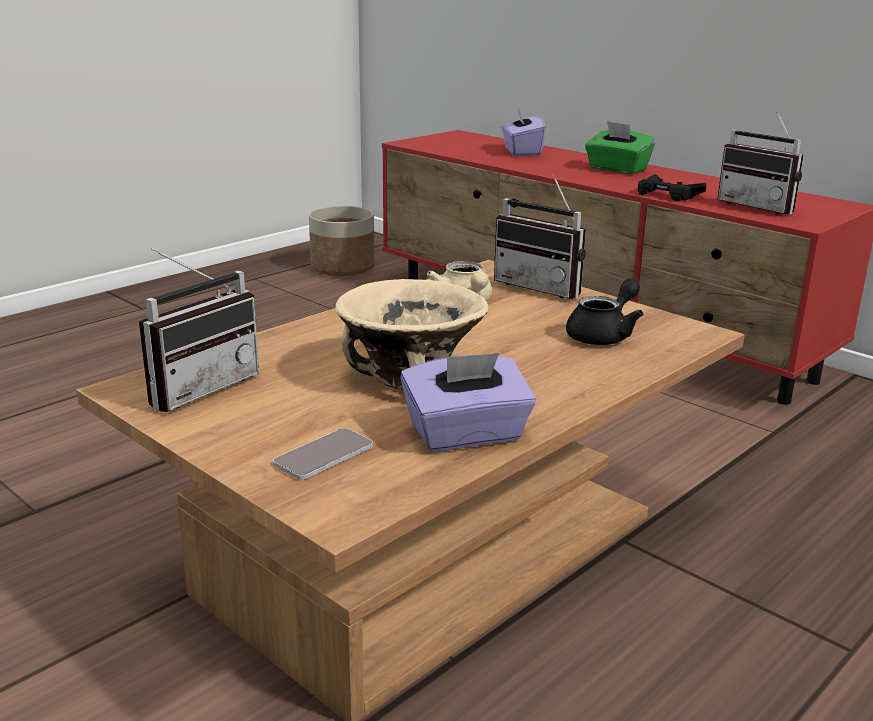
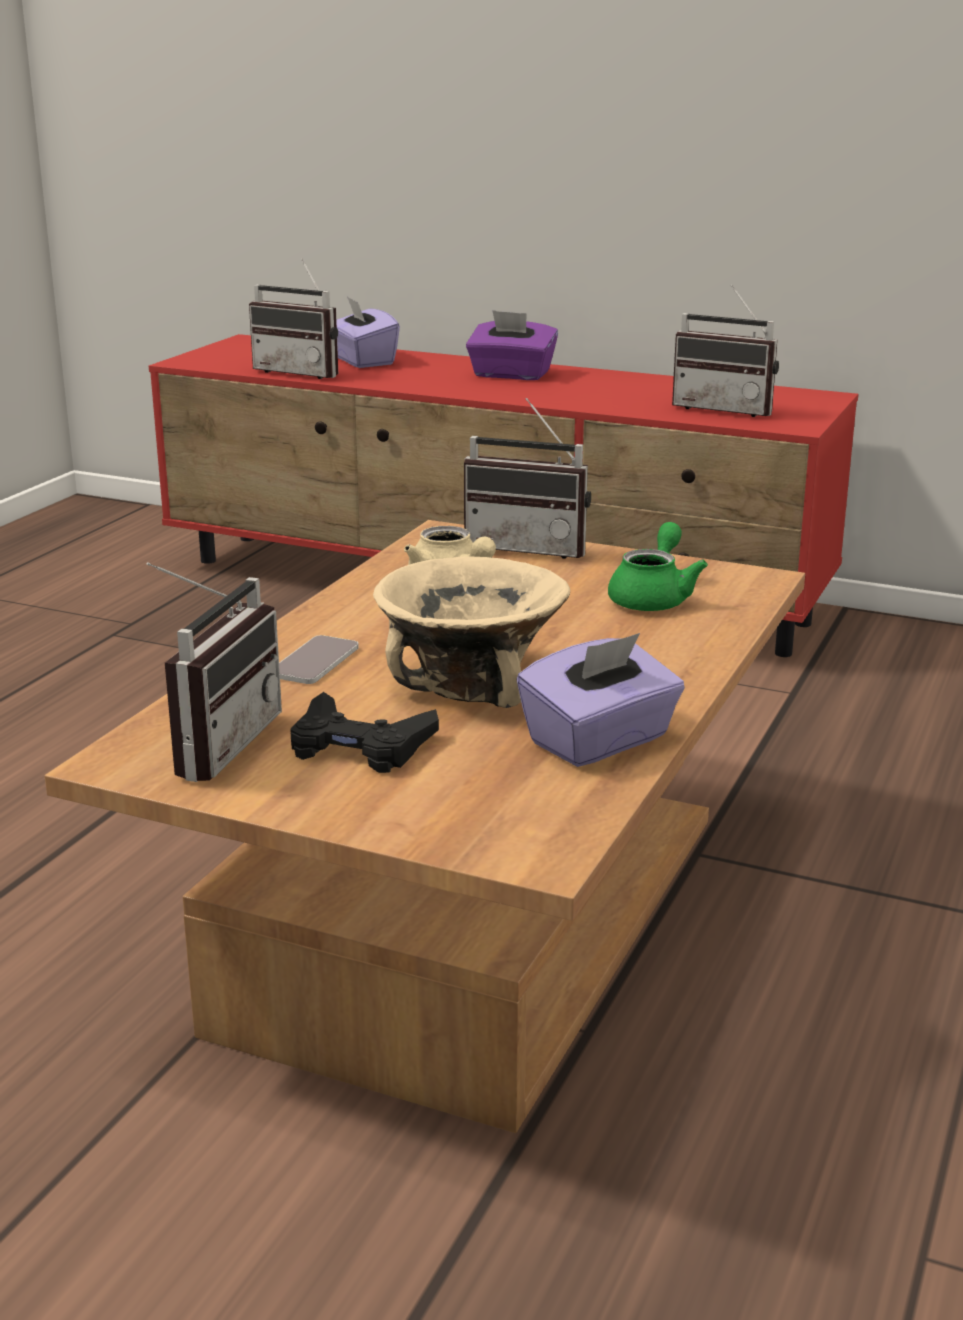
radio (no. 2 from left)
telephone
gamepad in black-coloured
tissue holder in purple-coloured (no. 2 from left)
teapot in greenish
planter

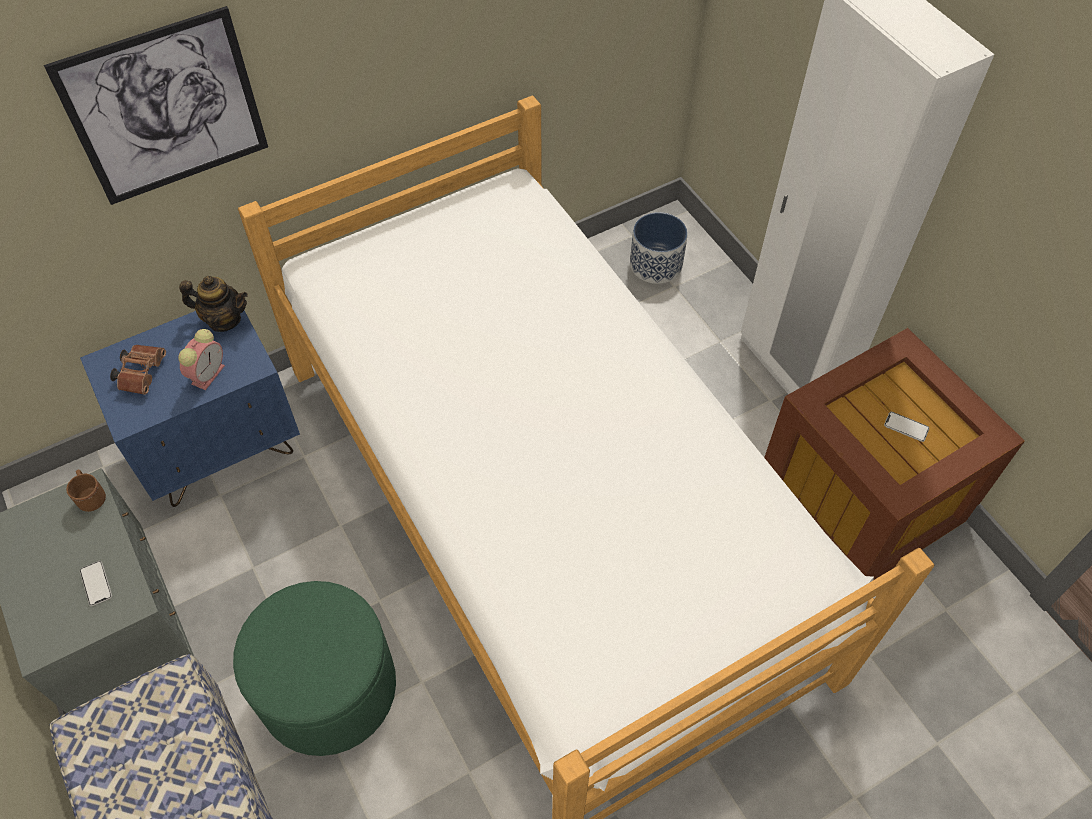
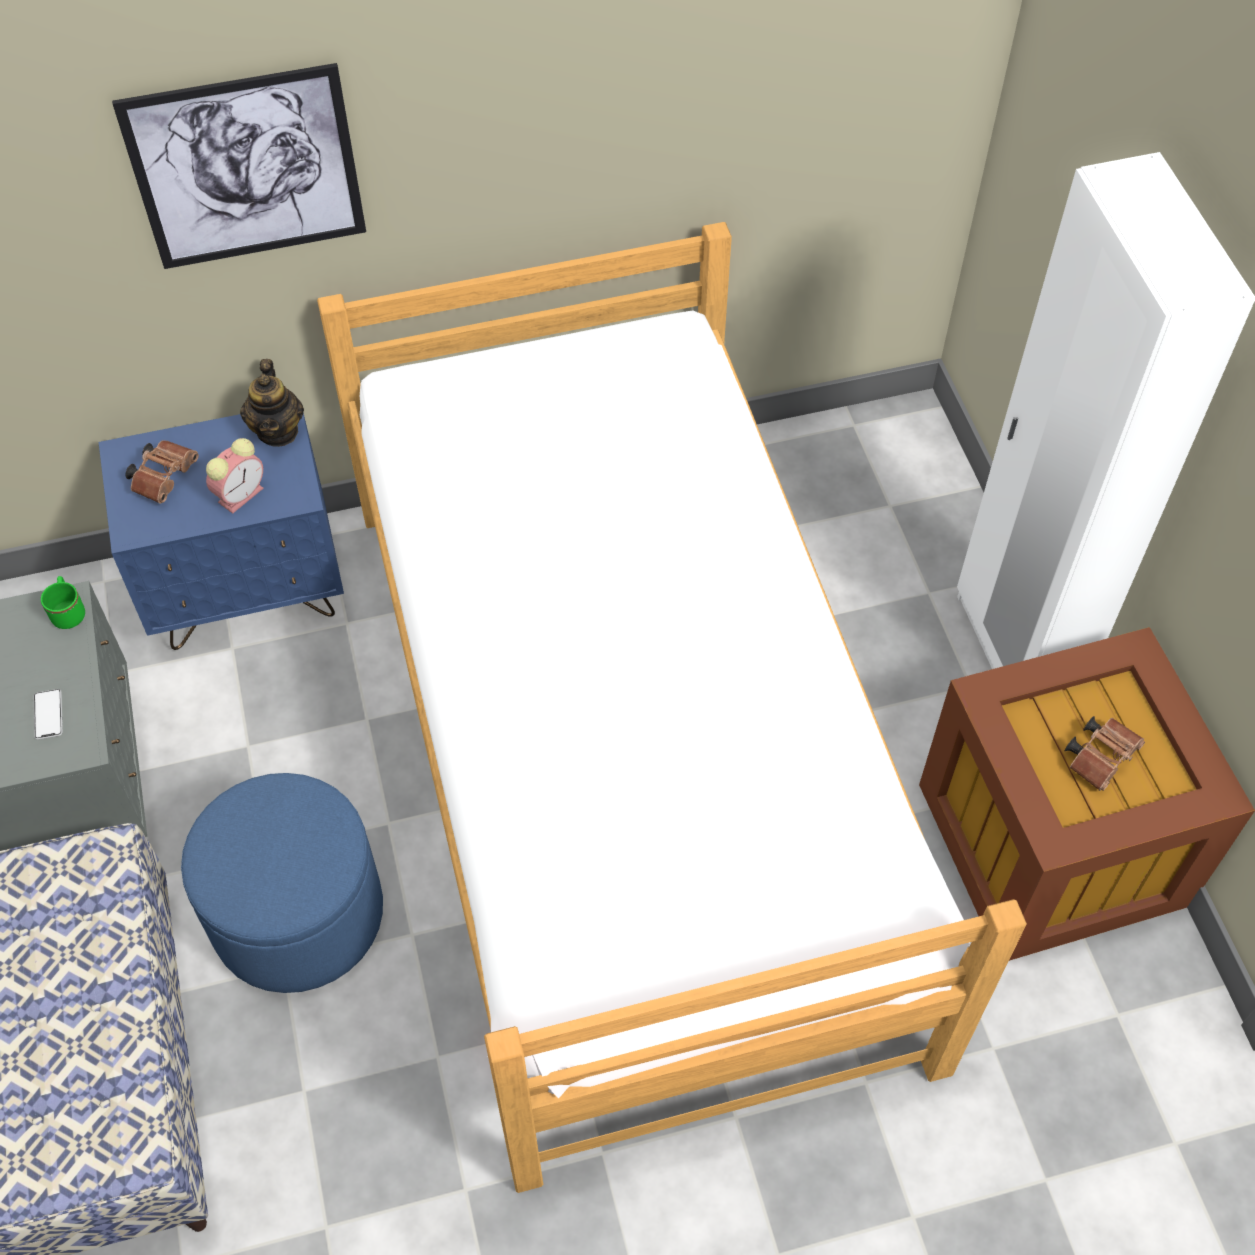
mug in greenish
footrest in bluish
teapot
binoculars in brown-coloured (no. 2 from left)
planter

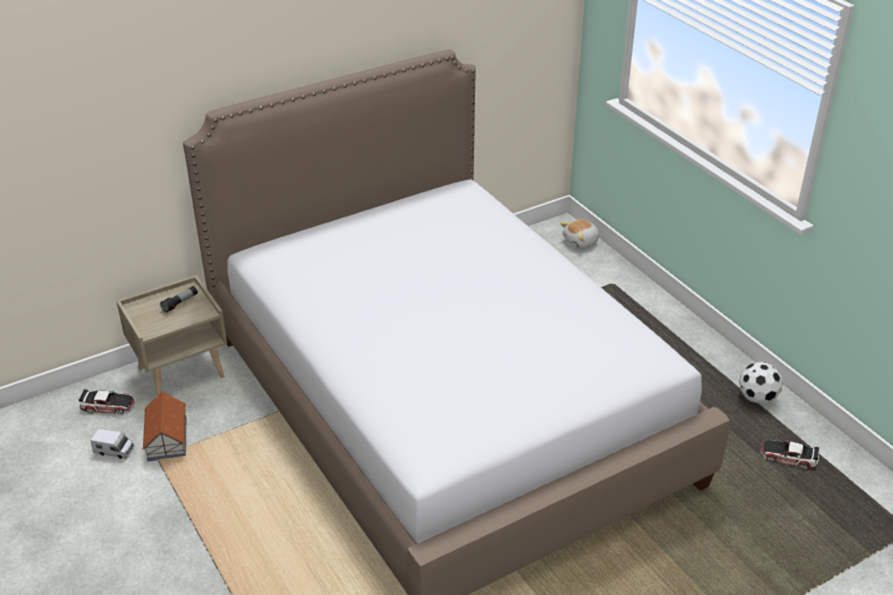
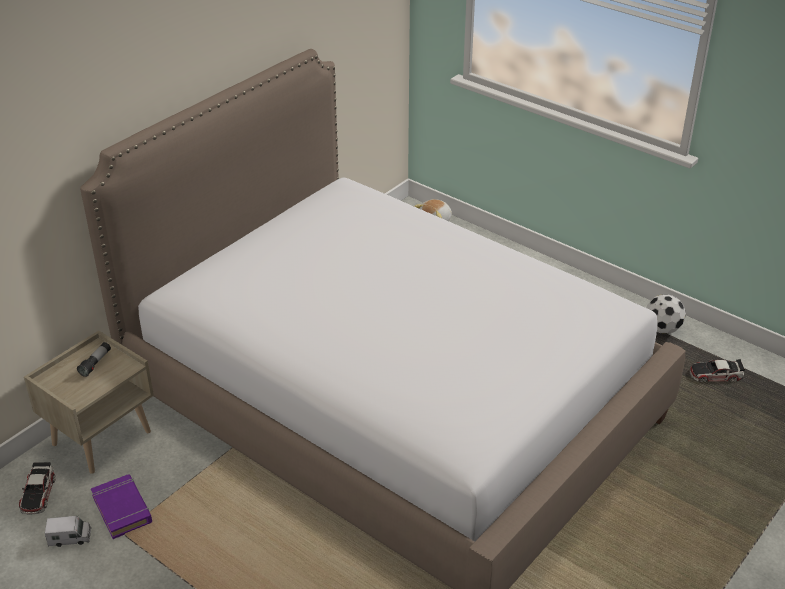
model car (no. 1 from left)
volume in purple-coloured

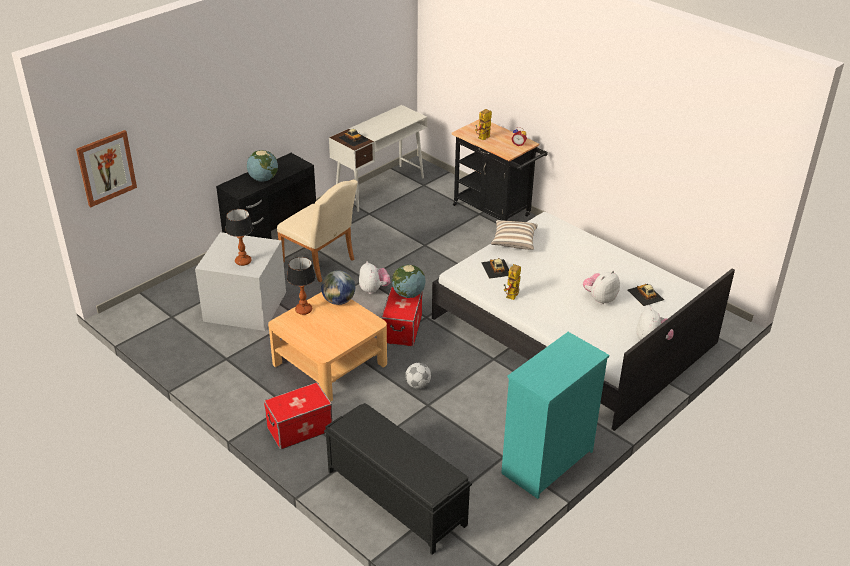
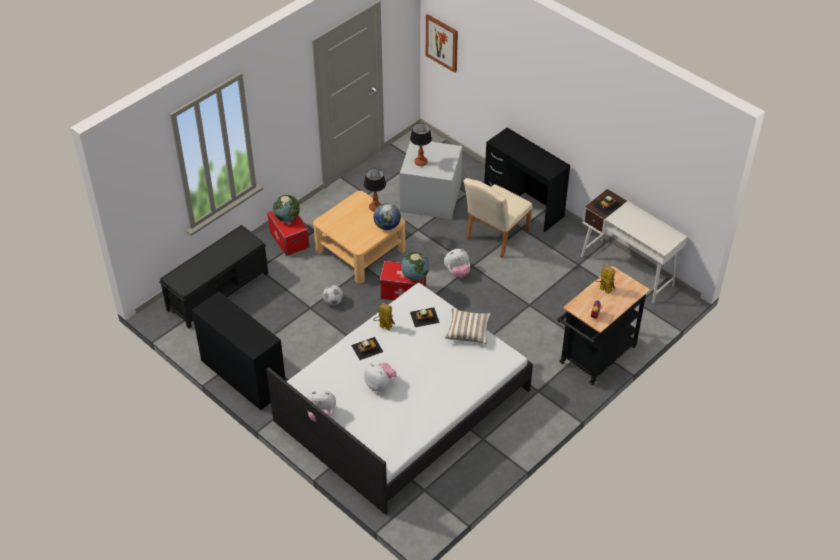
desk table in black-coloured (no. 1 from left)
world globe (no. 1 from left)
model car (no. 1 from left)

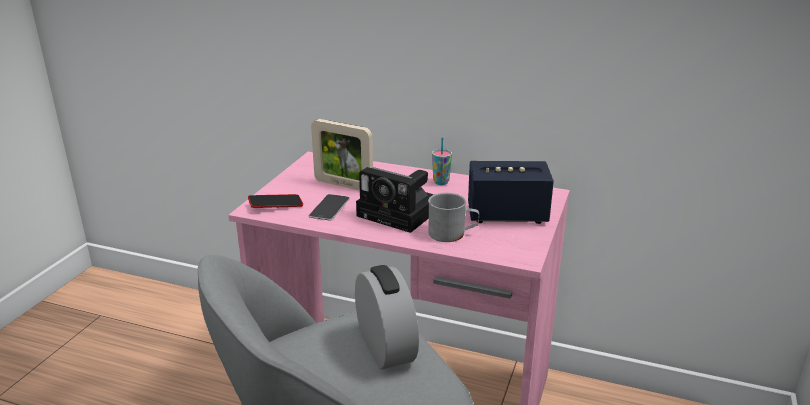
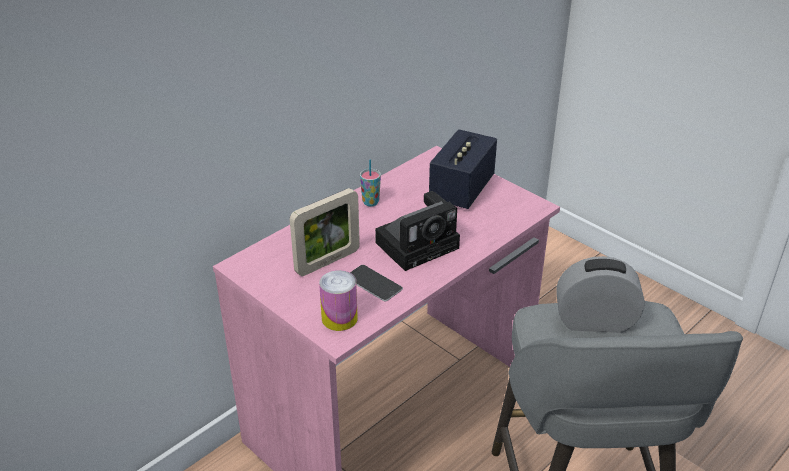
can
mug in greyish

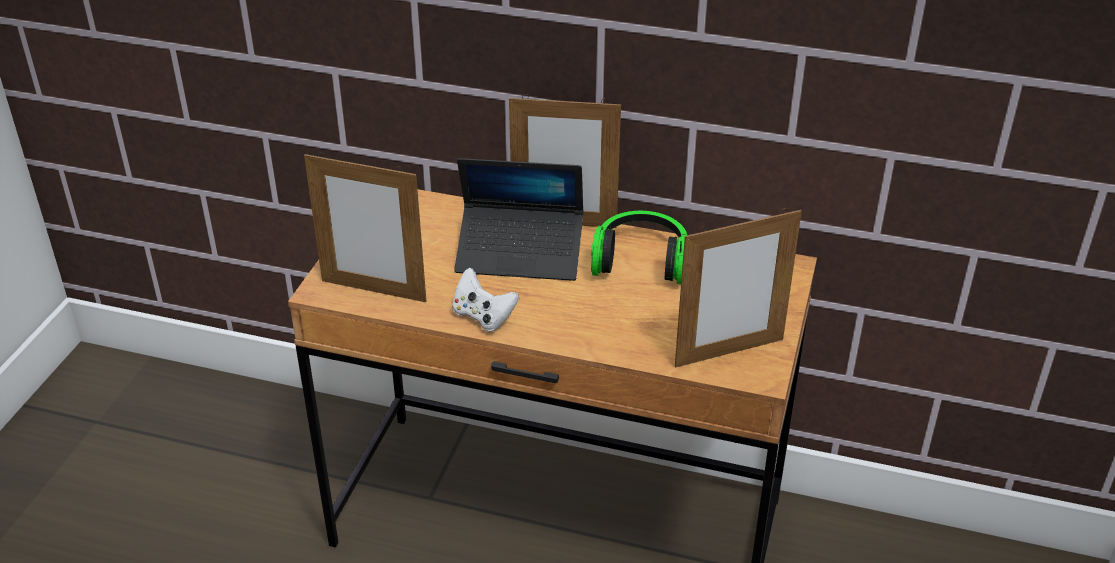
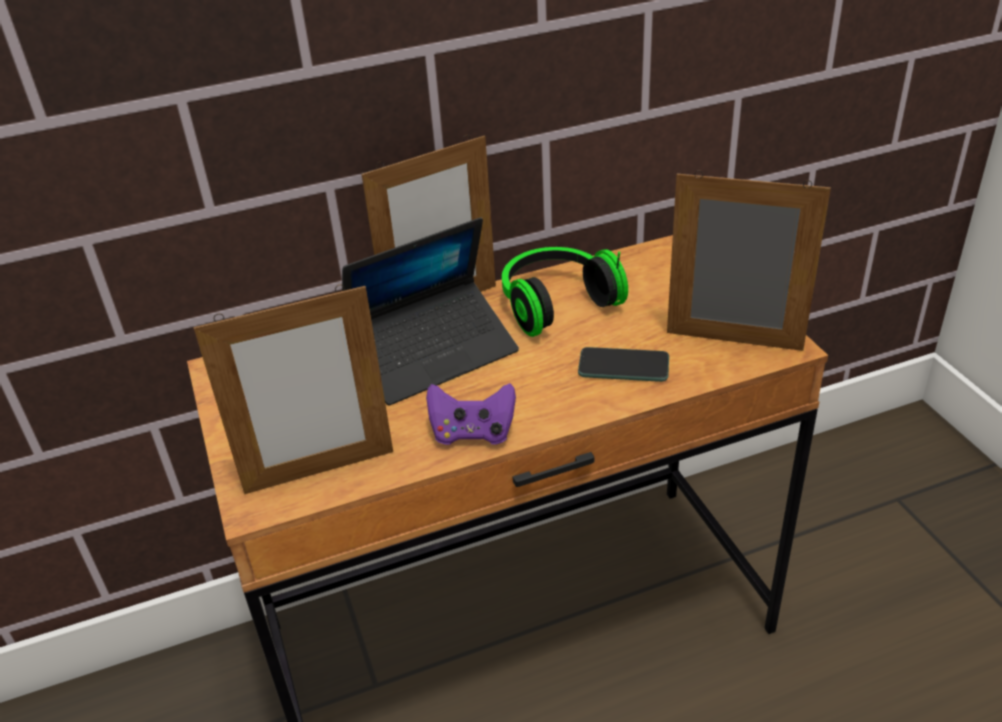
gamepad in purple-coloured
telephone
picture frame (no. 3 from left)

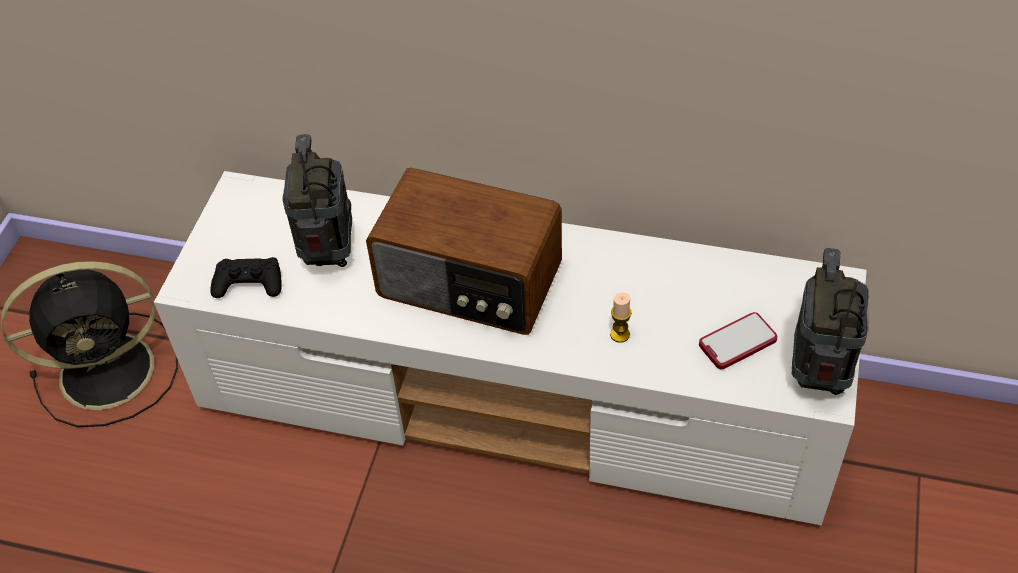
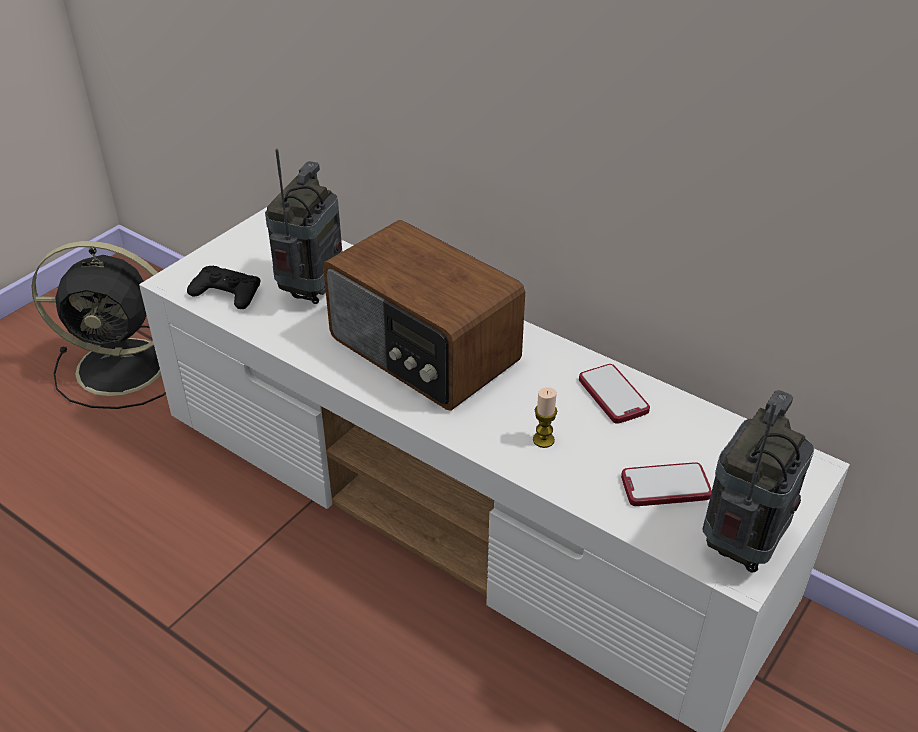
telephone (no. 1 from left)

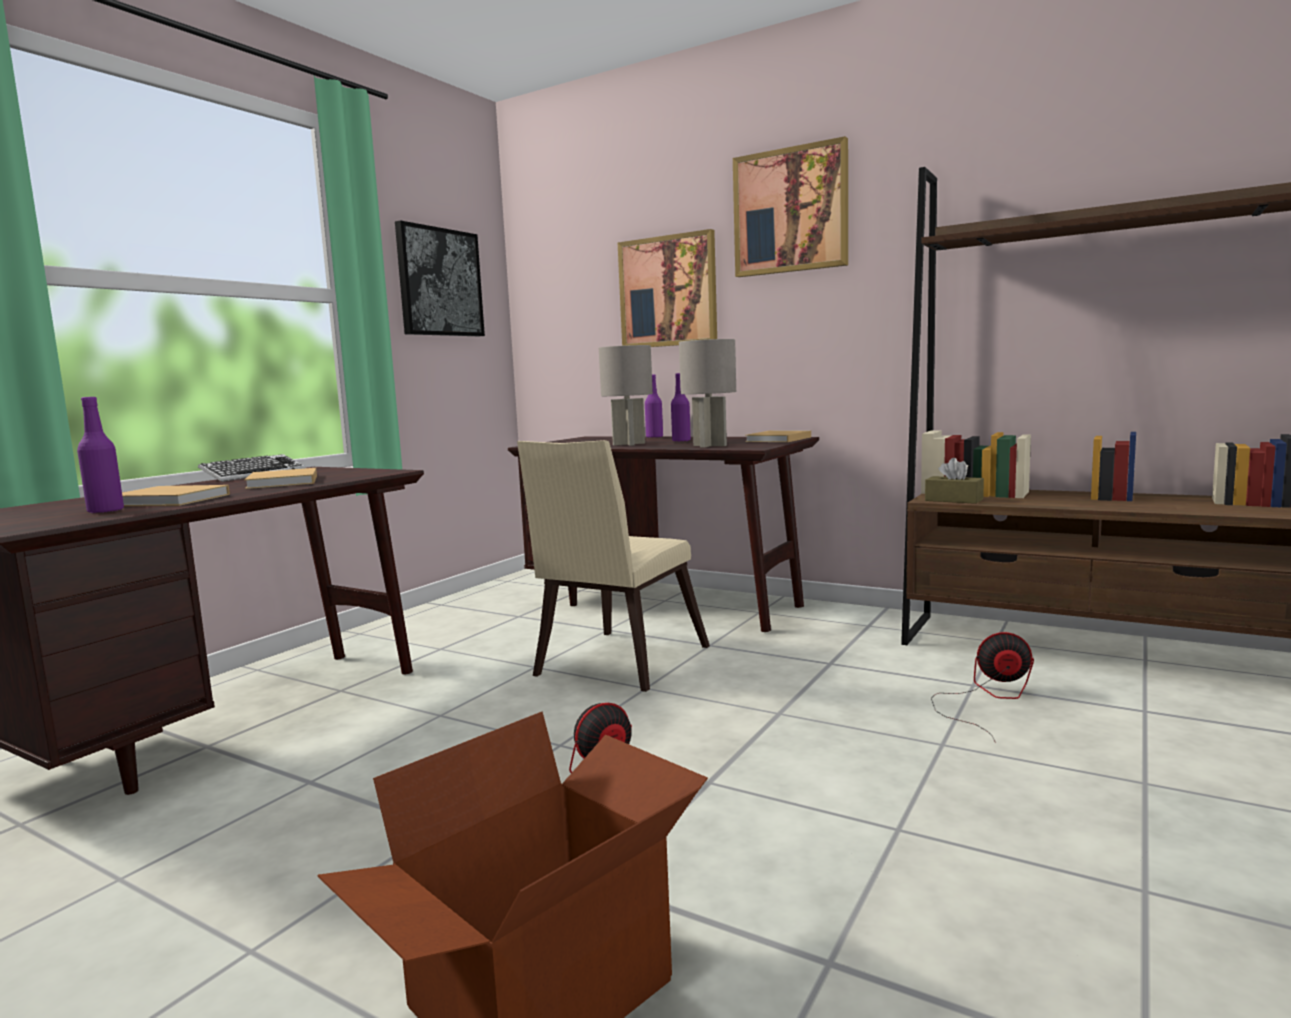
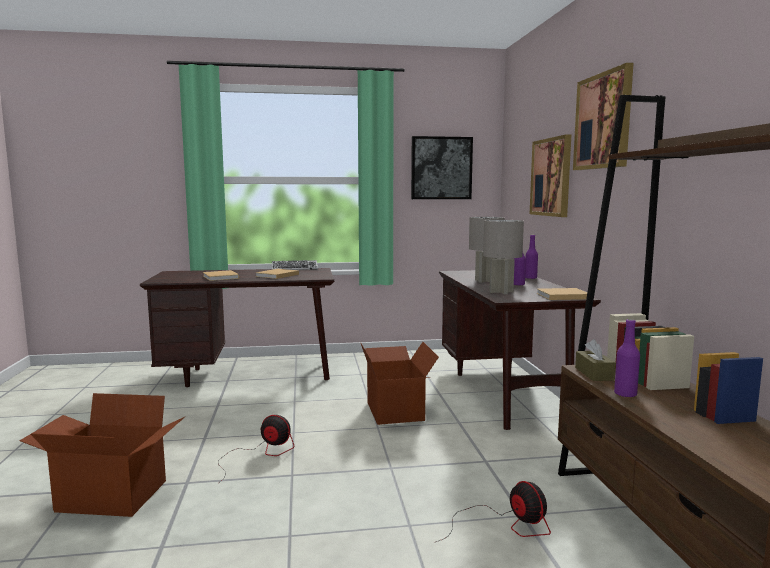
cardboard box (no. 2 from left)
bottle in purple-coloured (no. 3 from left)

